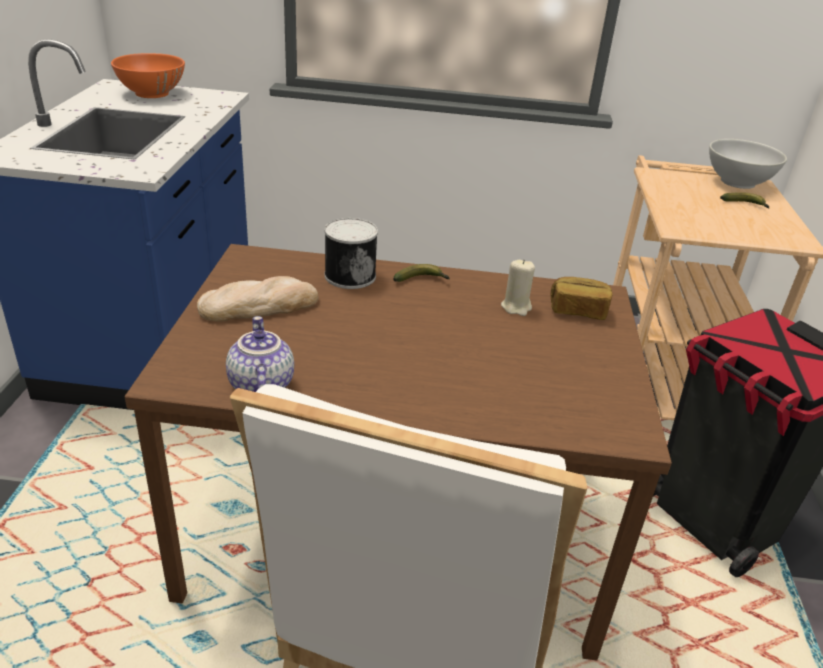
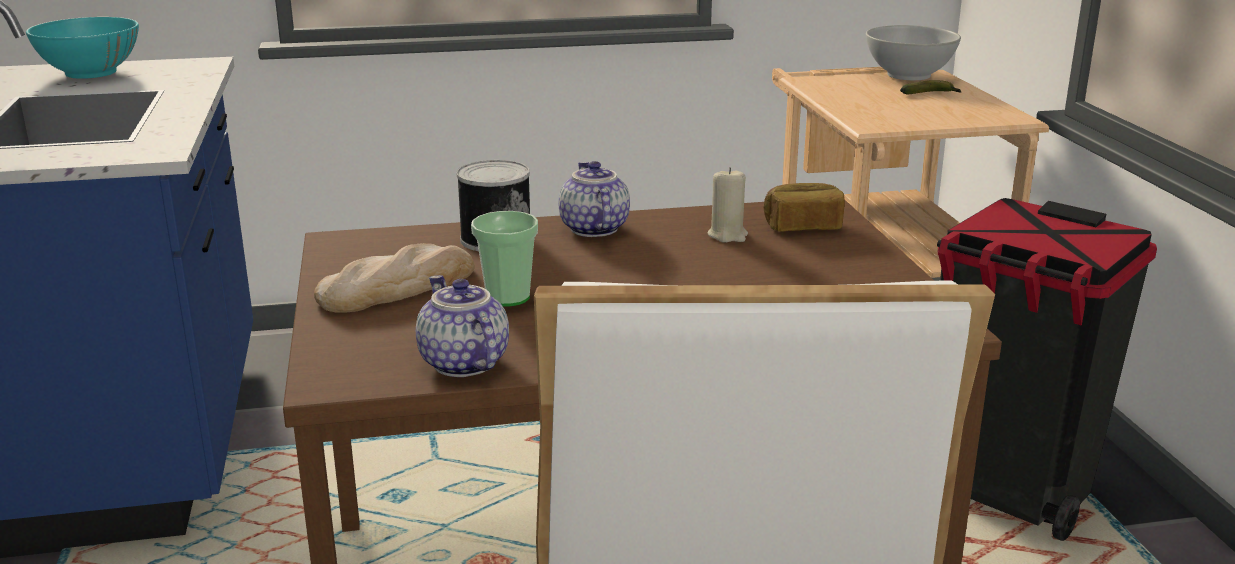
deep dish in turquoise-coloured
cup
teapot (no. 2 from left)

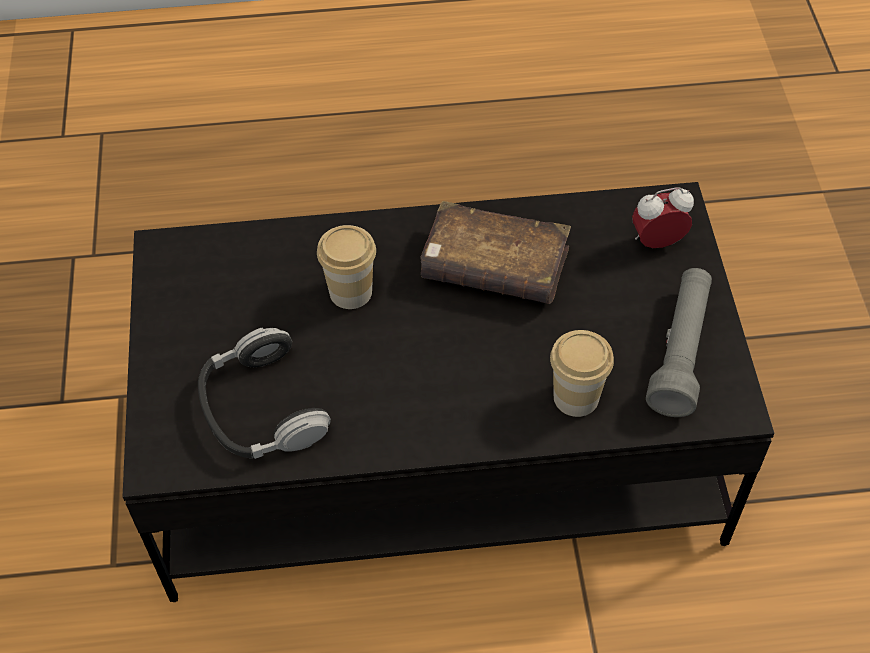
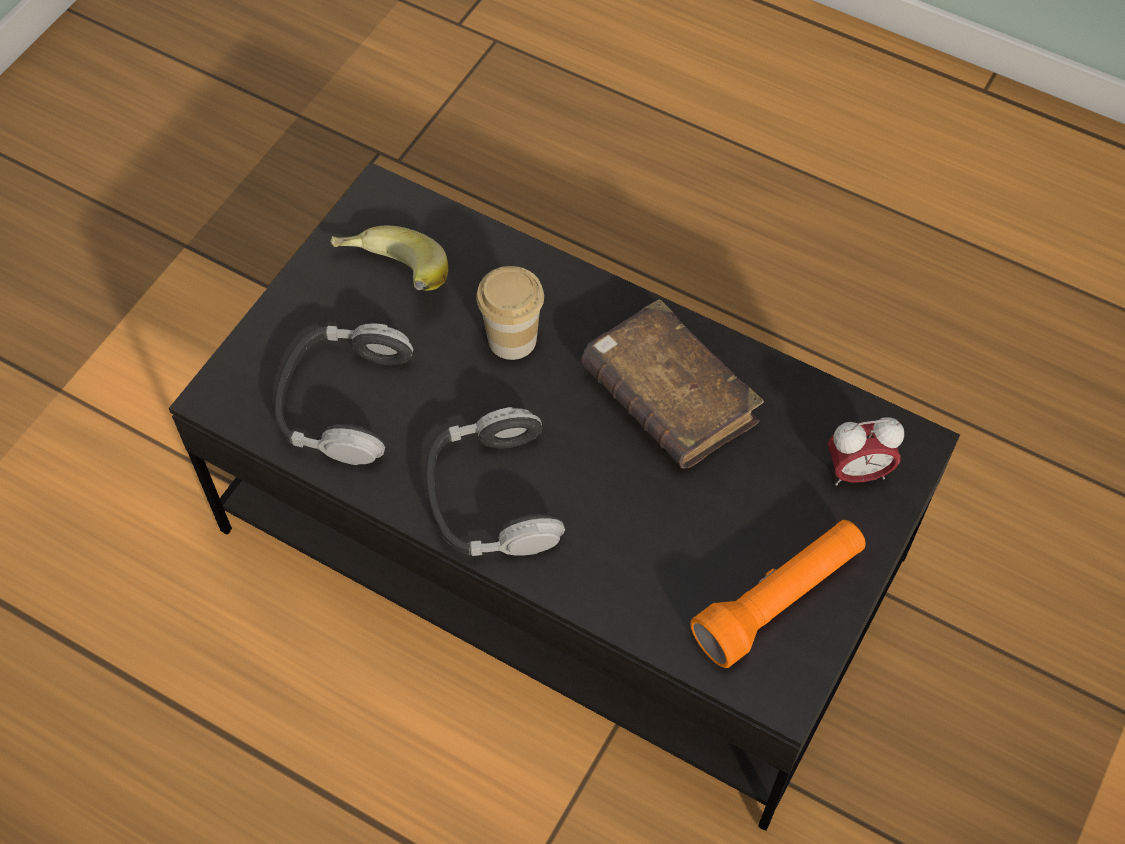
banana fruit
headset (no. 2 from left)
hand torch in orangey
table clock
cup (no. 2 from left in the first image)

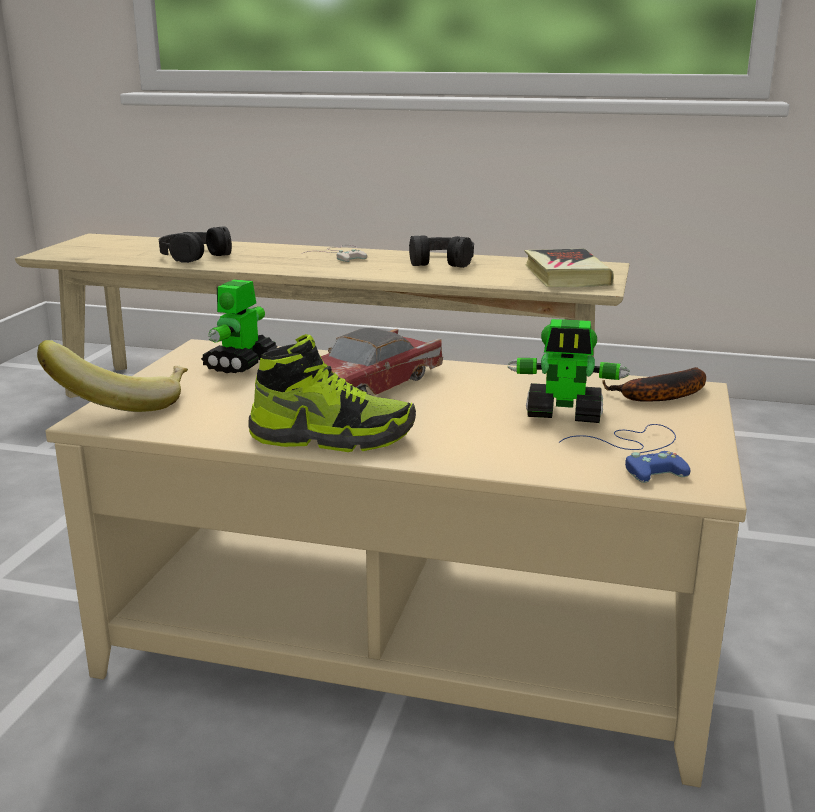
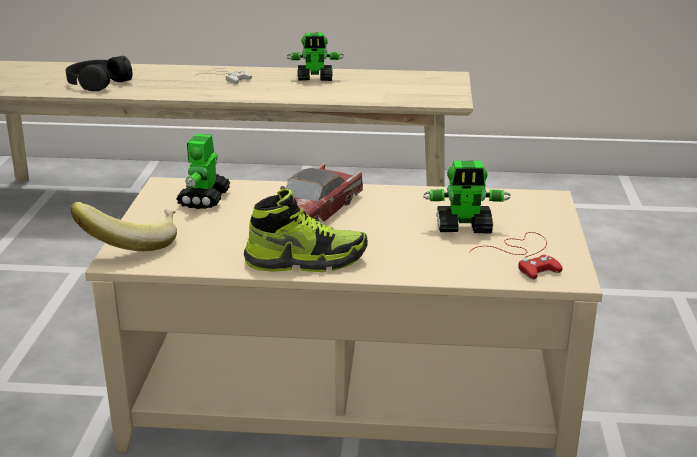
model robot (no. 2 from left)
gamepad in red-coloured
volume
banana fruit (no. 2 from left in the first image)

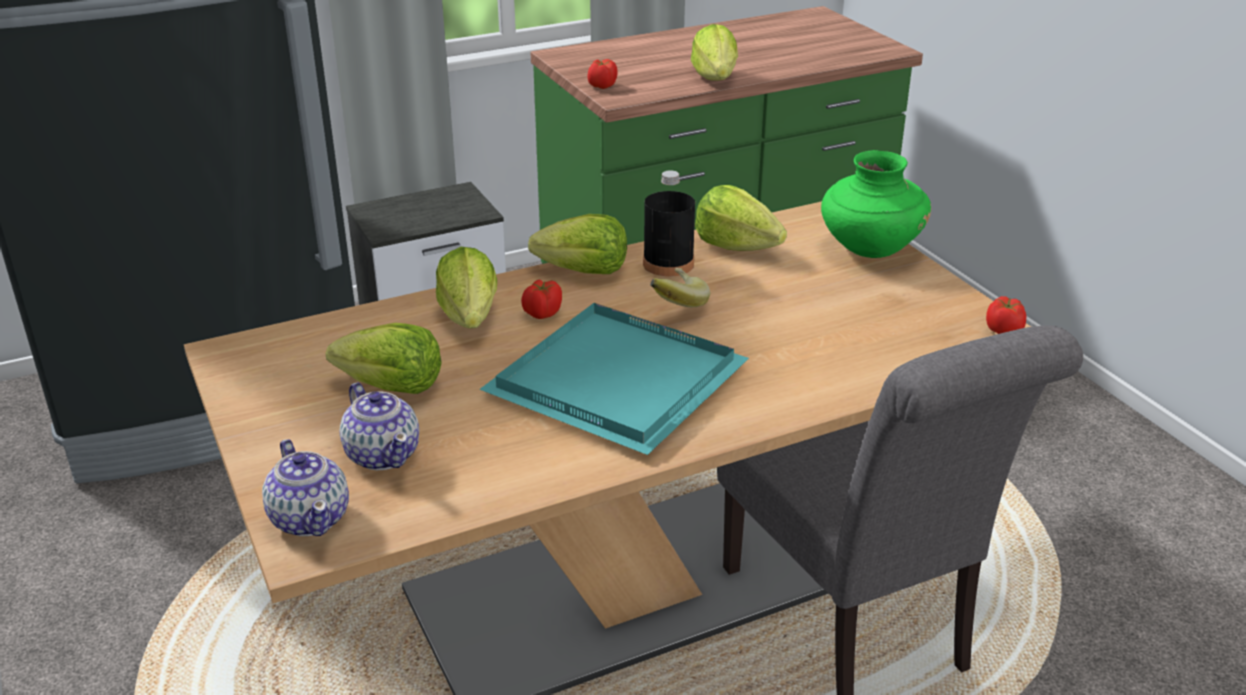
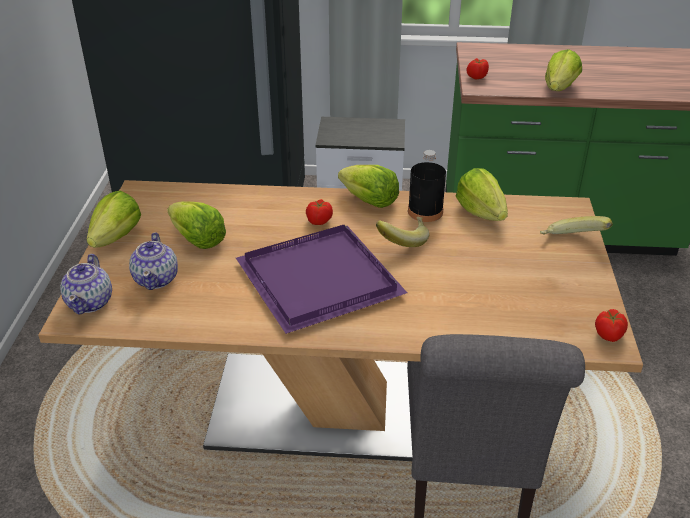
lettuce head (no. 1 from left)
tray in purple-coloured
banana fruit (no. 2 from left)

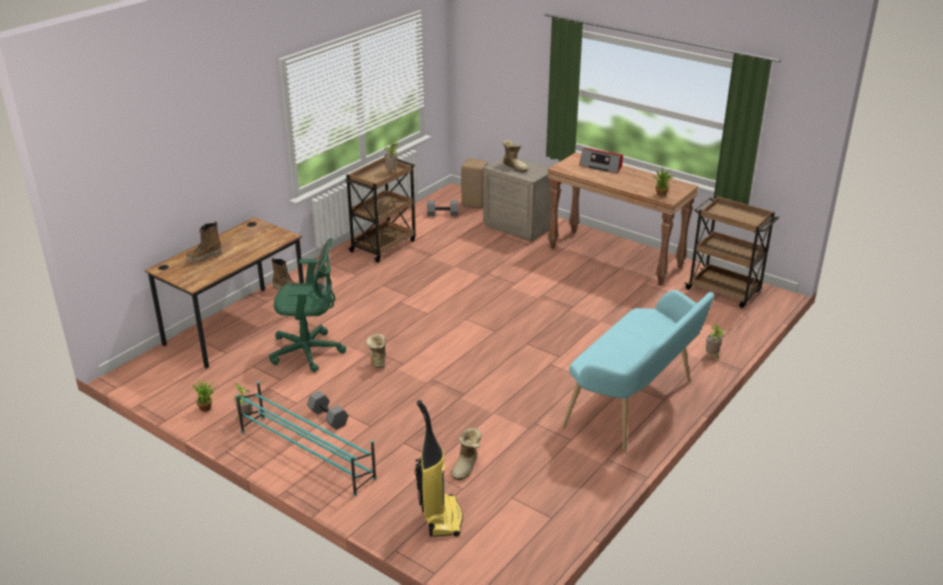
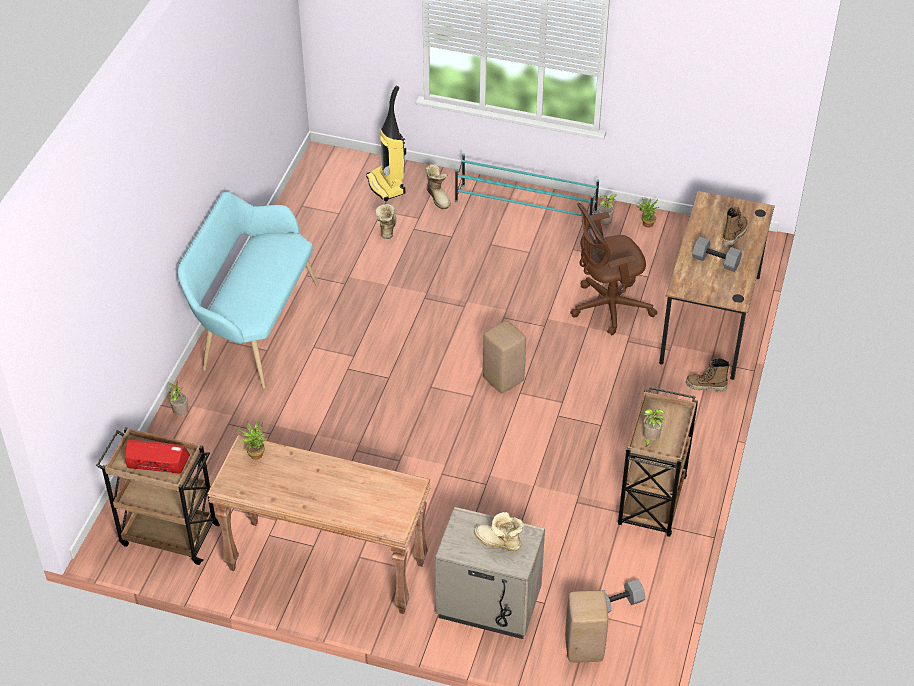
radio
tall boot (no. 2 from left)
stool in sand-coloured (no. 1 from left)
computer chair in brown-coloured
hand weight in greyish (no. 2 from left)

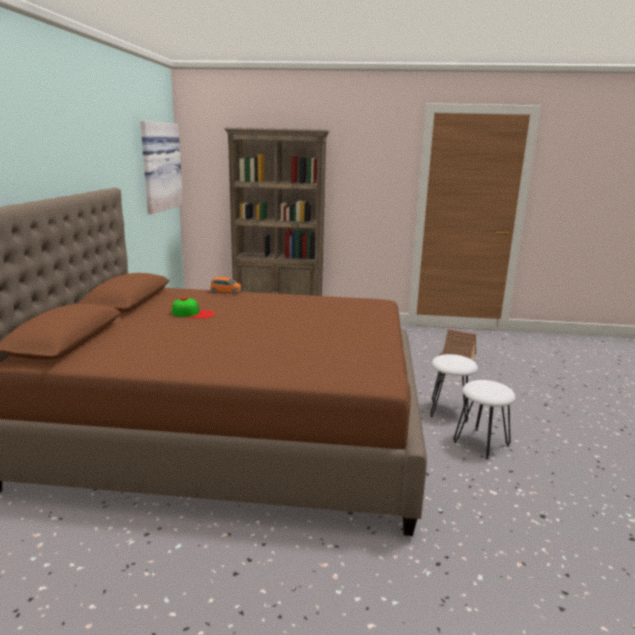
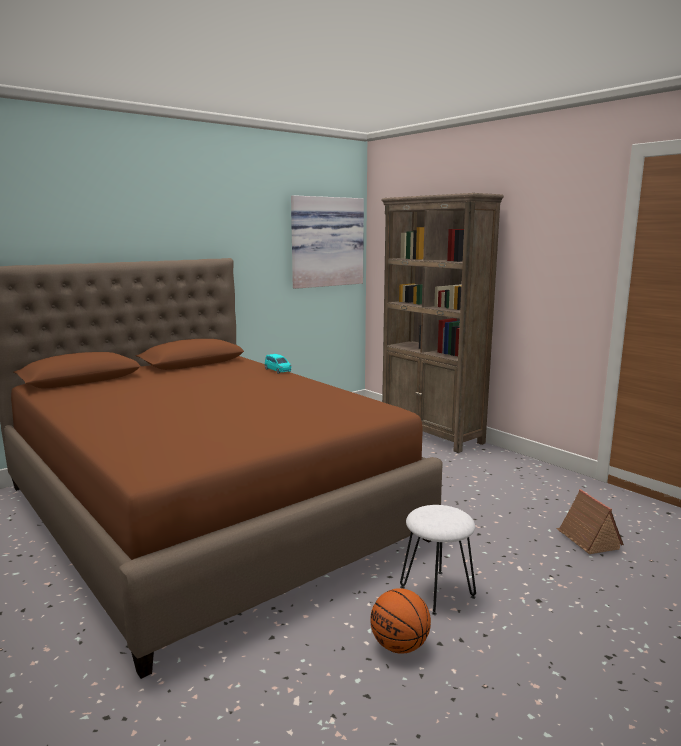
model car in turquoise-coloured
basketball
baseball cap

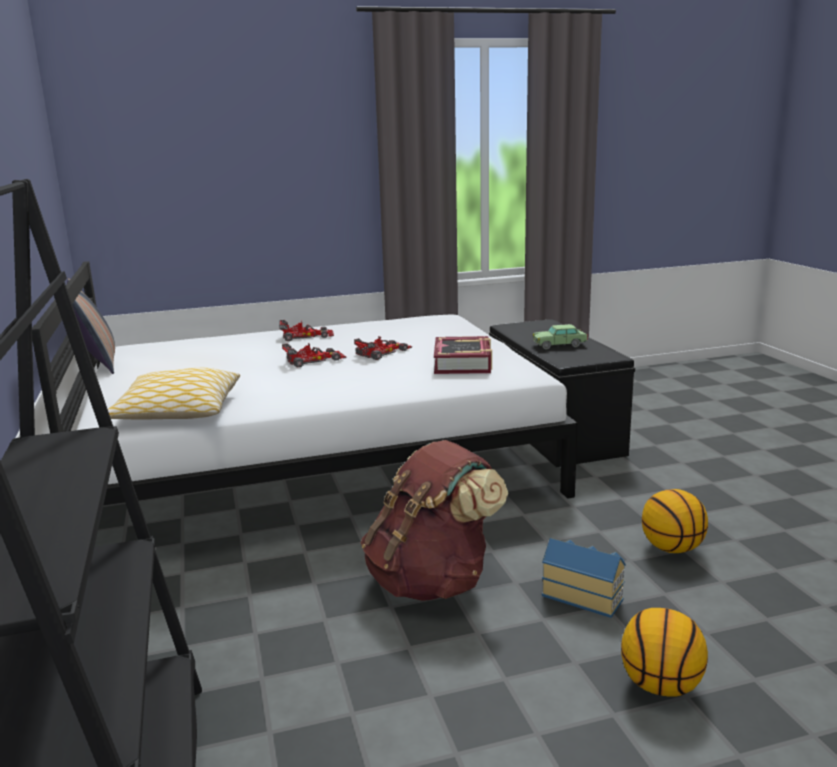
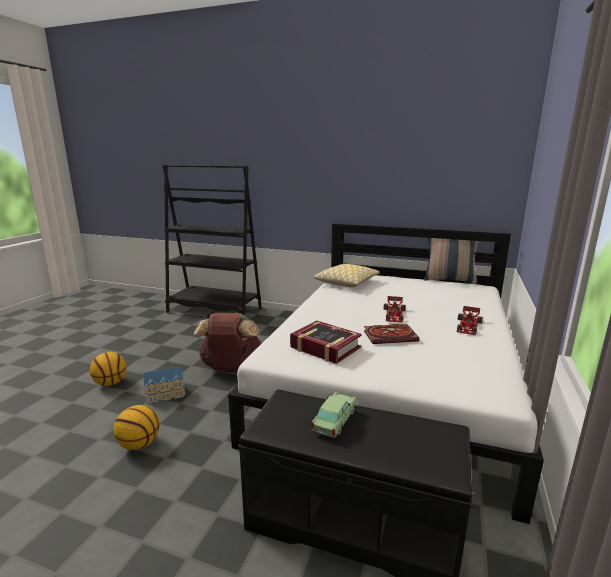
volume (no. 2 from left)

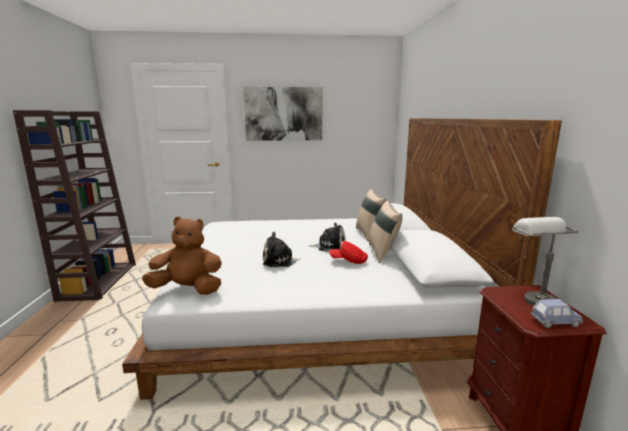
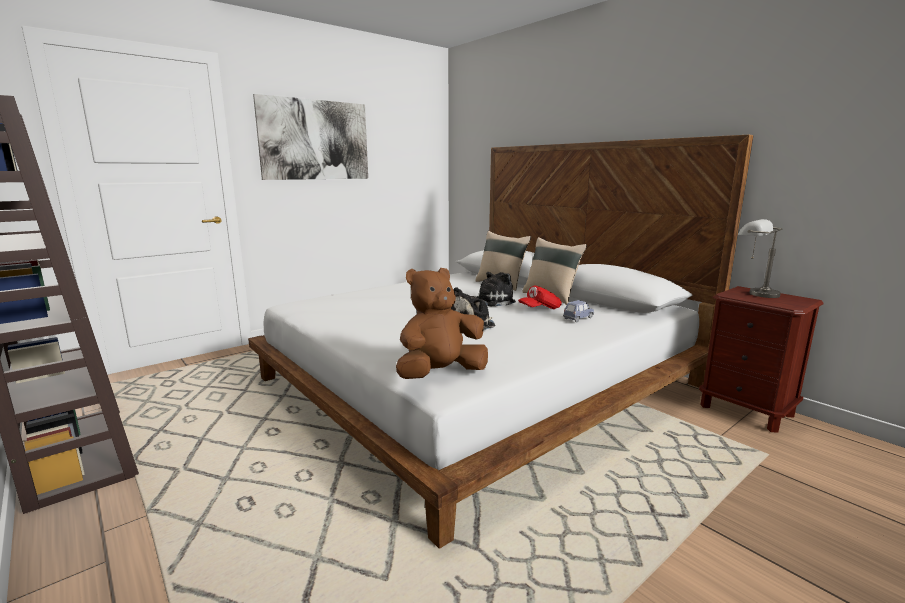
model car in bluish

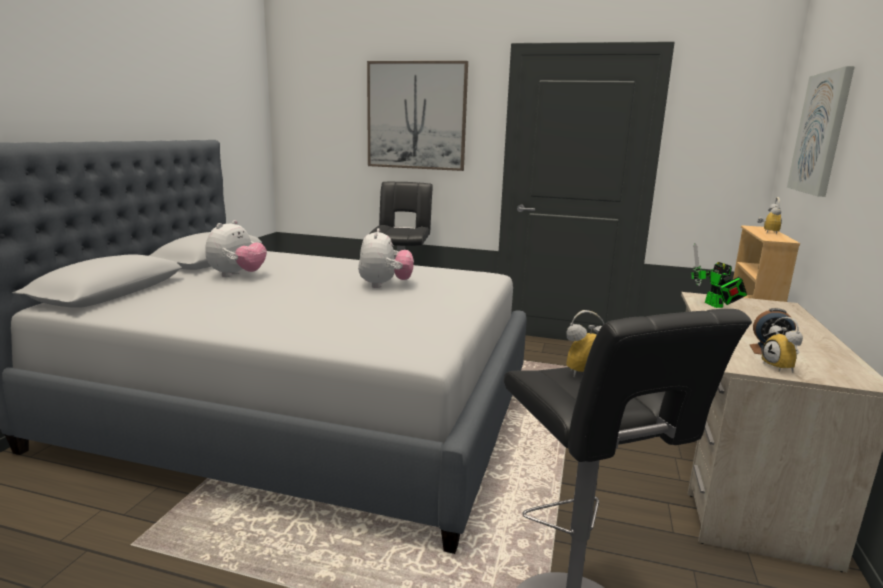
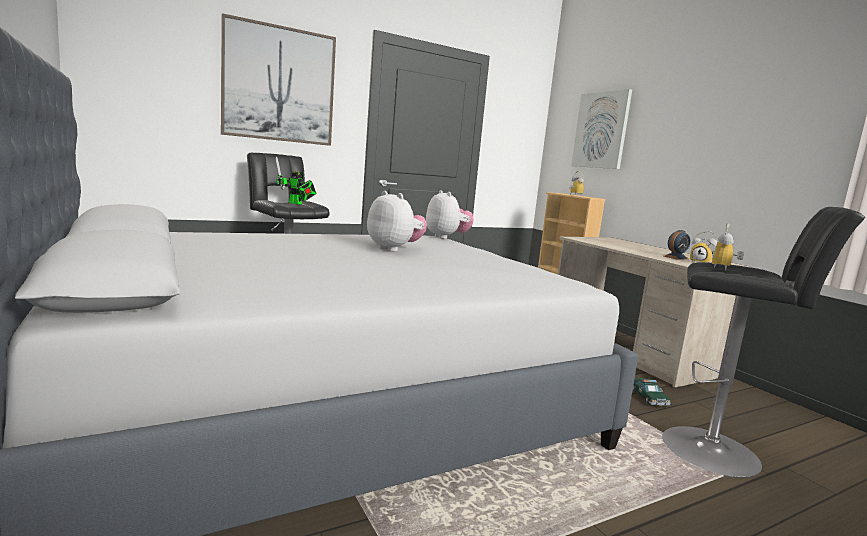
model robot
cuddly toy (no. 2 from left)
model car

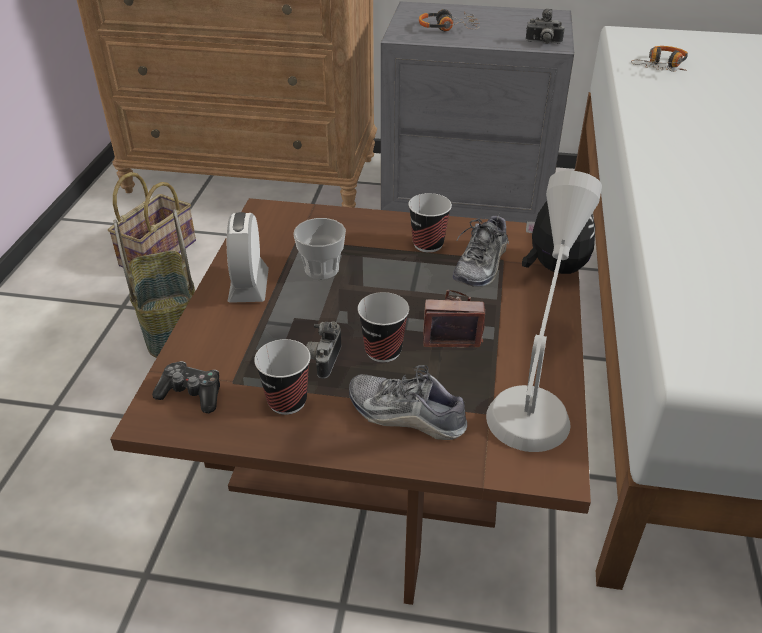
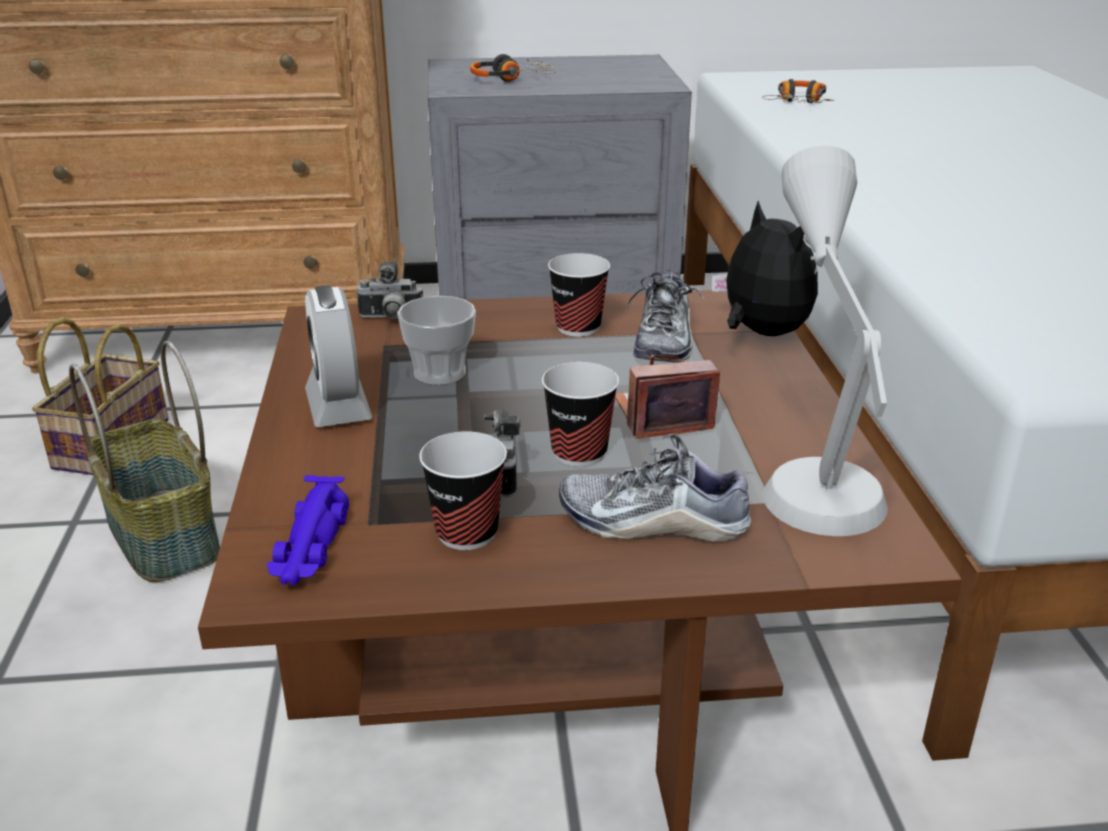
model car in purple-coloured
still camera (no. 1 from left)

